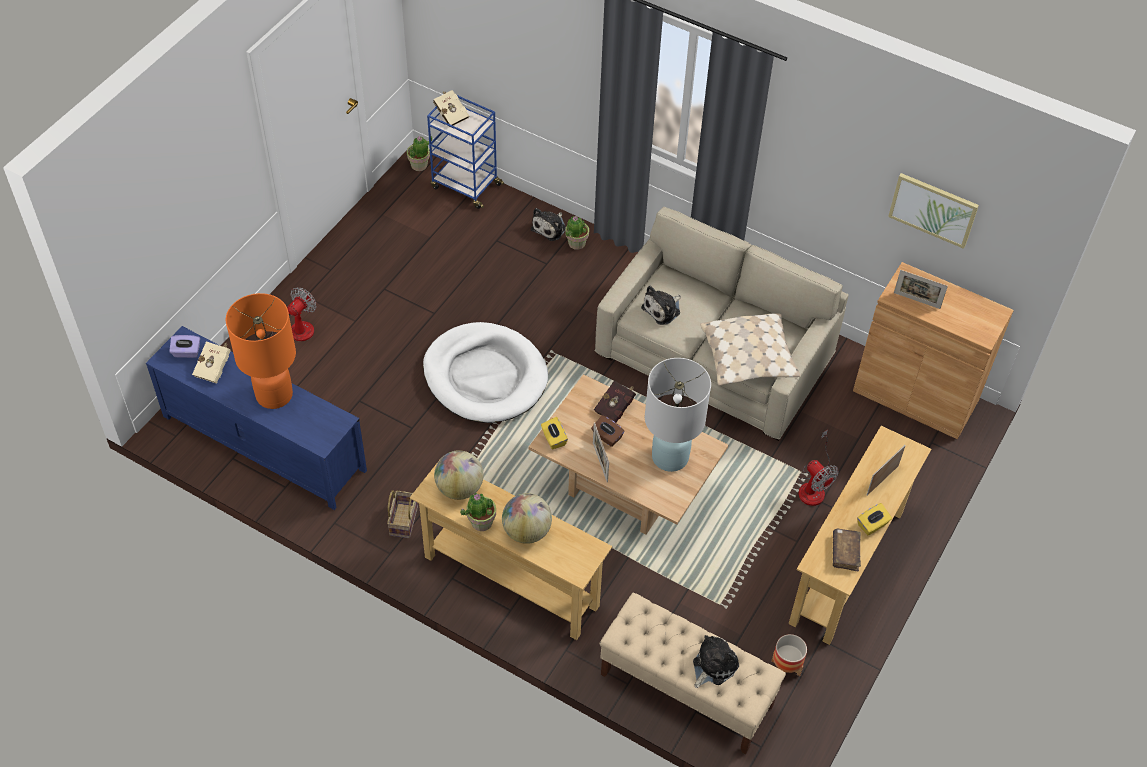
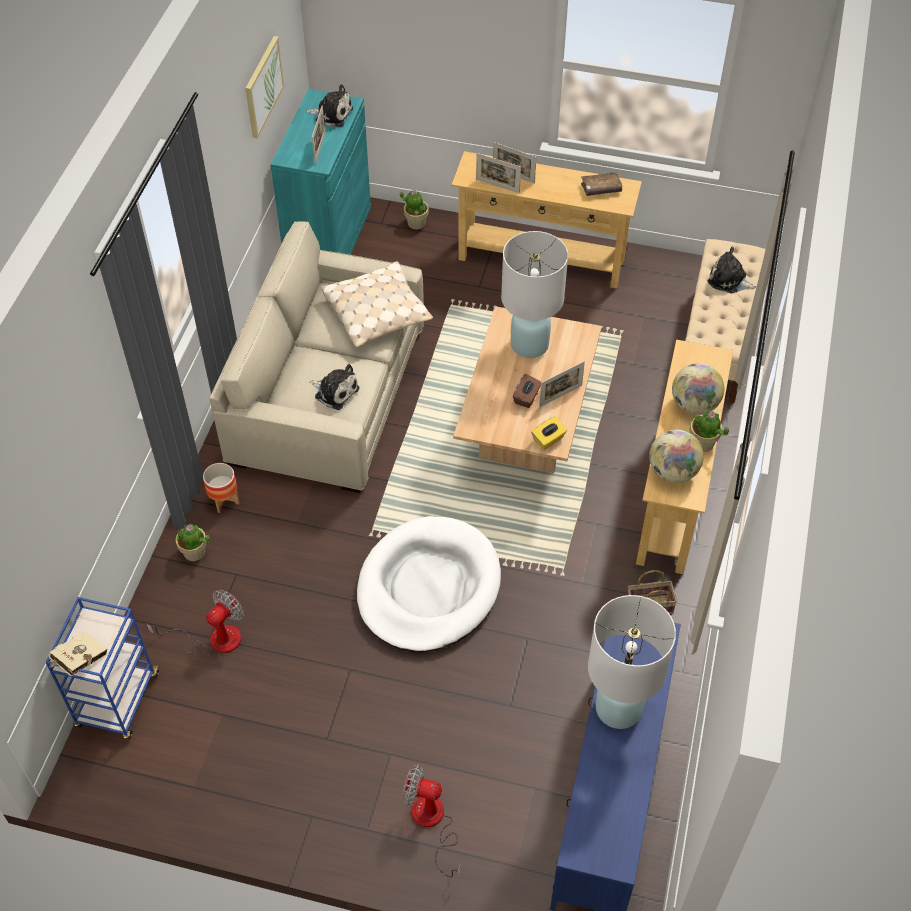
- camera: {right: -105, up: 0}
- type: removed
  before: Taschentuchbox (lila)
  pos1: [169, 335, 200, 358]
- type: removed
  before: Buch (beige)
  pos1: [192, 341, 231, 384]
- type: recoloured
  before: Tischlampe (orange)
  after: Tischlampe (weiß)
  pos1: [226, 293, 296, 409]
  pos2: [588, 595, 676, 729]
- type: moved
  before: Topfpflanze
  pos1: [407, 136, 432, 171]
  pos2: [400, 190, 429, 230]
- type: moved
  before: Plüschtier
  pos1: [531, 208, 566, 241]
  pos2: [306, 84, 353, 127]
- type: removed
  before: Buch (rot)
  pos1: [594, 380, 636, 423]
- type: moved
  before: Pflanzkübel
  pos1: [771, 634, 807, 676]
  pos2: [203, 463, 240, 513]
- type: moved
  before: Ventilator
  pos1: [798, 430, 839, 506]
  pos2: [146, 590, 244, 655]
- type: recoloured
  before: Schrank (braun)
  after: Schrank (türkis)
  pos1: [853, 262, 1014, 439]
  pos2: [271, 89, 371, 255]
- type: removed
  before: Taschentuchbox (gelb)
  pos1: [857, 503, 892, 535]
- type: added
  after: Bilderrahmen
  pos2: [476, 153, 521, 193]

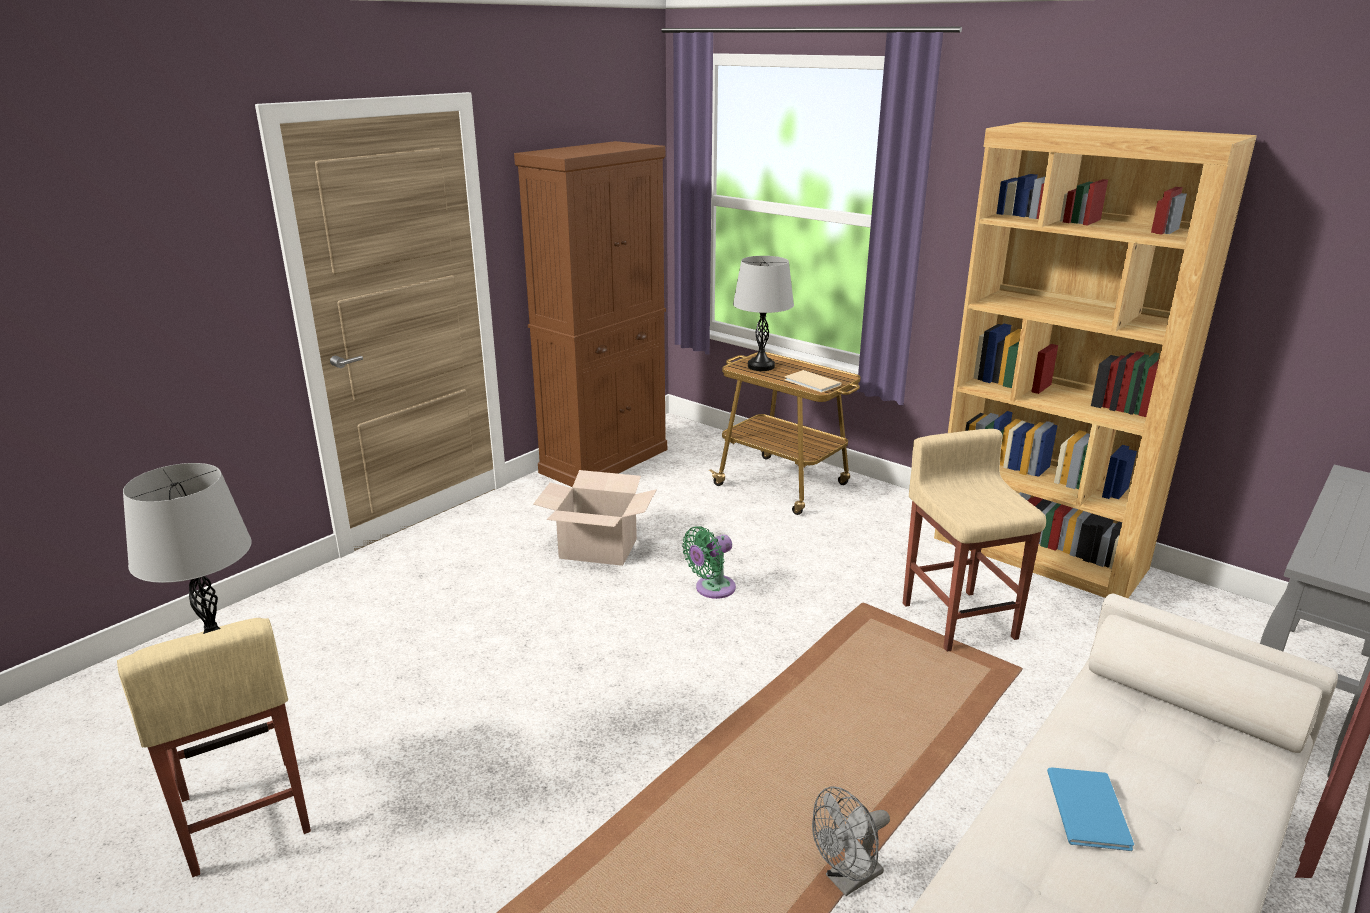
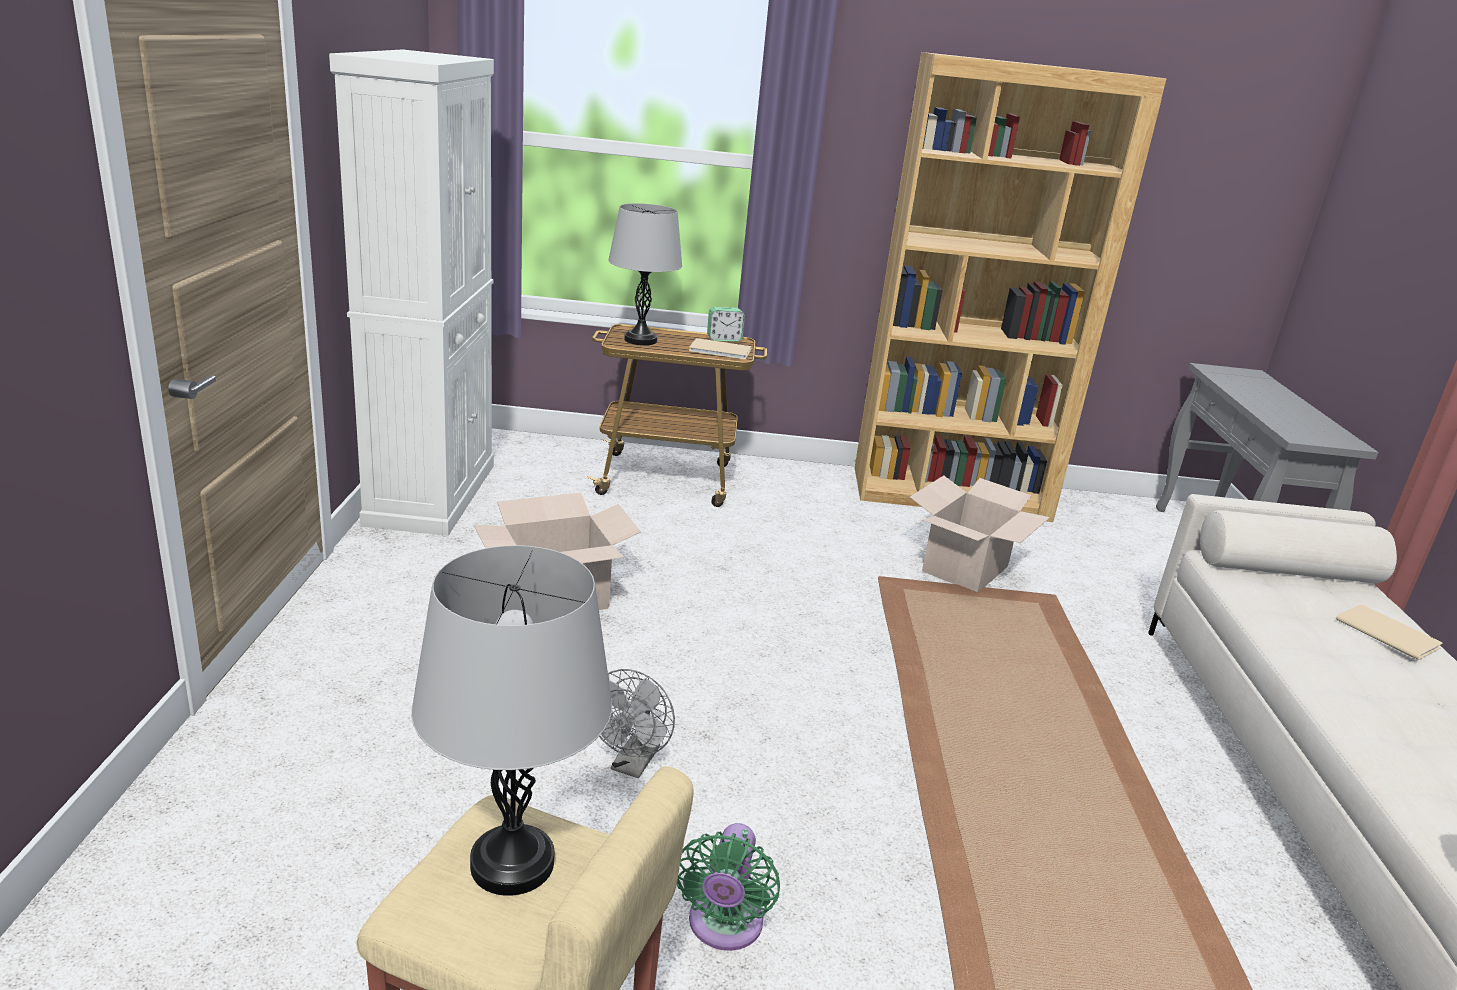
- camera: {right: -40, up: 0}
- type: recoloured
  before: Schrank (braun)
  after: Schrank (weiß)
  pos1: [514, 141, 667, 487]
  pos2: [329, 49, 494, 536]
- type: moved
  before: Ventilator (grün)
  pos1: [682, 526, 736, 599]
  pos2: [677, 823, 780, 951]
- type: moved
  before: Ventilator (grau)
  pos1: [812, 787, 890, 896]
  pos2: [599, 669, 675, 778]
- type: replaced
  before: Hocker (beige)
  after: Karton
  pos1: [903, 429, 1046, 652]
  pos2: [910, 475, 1050, 592]
- type: removed
  before: Buch (blau)
  pos1: [1047, 767, 1135, 851]
- type: added
  after: Wecker
  pos2: [707, 307, 745, 342]
- type: added
  after: Buch (beige)
  pos2: [1336, 605, 1443, 660]

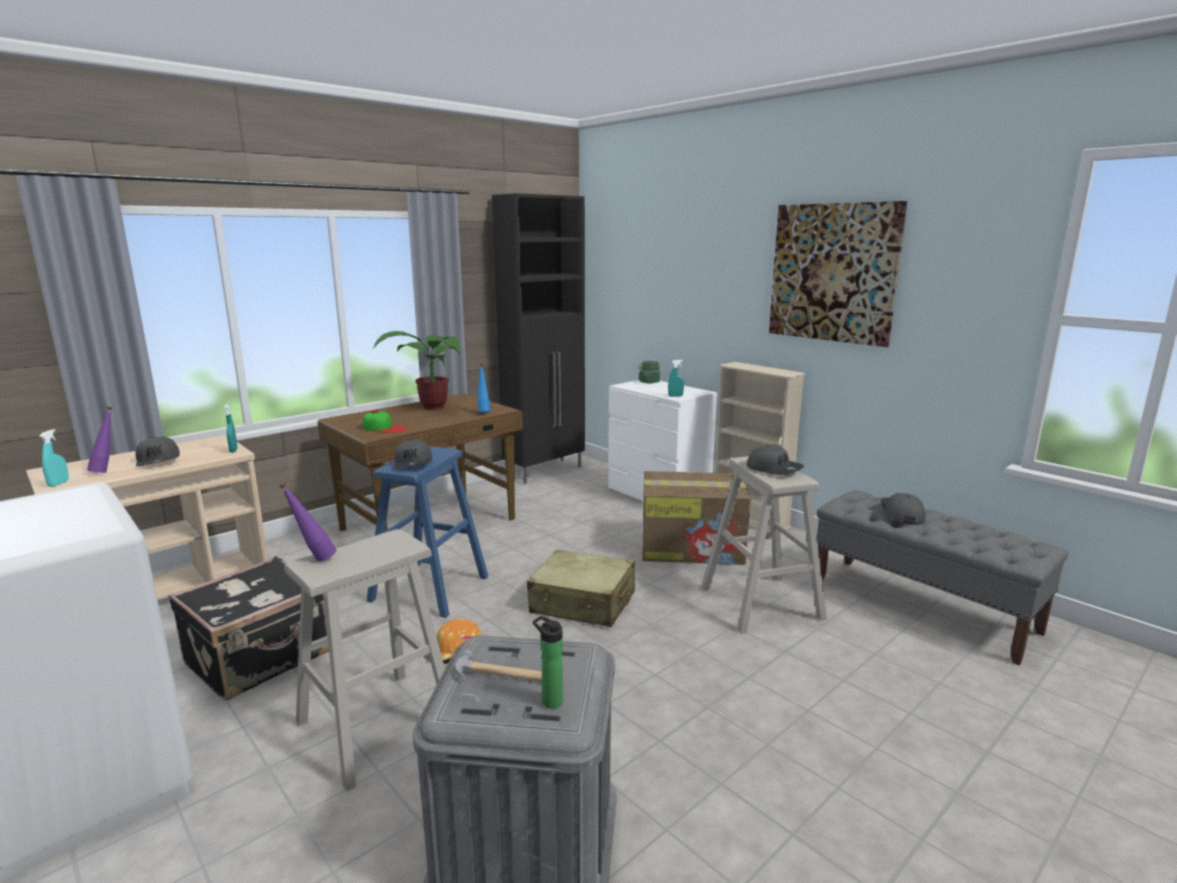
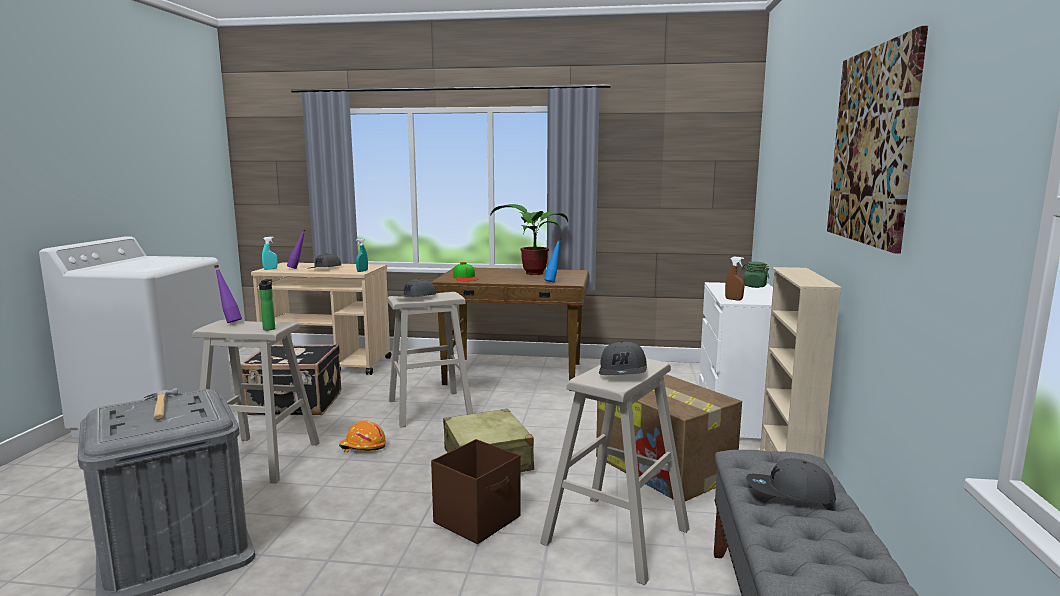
- camera: {right: 50, up: -5}
- type: recoloured
  before: Hocker (blau)
  after: Hocker (beige)
  pos1: [366, 446, 489, 618]
  pos2: [387, 292, 473, 428]
- type: removed
  before: Schrank (schwarz)
  pos1: [492, 193, 585, 484]
- type: moved
  before: Flasche
  pos1: [533, 616, 563, 708]
  pos2: [259, 279, 275, 330]
- type: recoloured
  before: Sprühflasche (türkis)
  after: Sprühflasche (braun)
  pos1: [668, 360, 684, 397]
  pos2: [725, 257, 744, 301]
- type: turned
  before: Kappe (grau)
  pos1: [880, 493, 925, 525]
  pos2: [746, 458, 836, 504]
  turn: -135
- type: added
  after: Aufbewahrungsbox (braun)
  pos2: [431, 439, 521, 544]

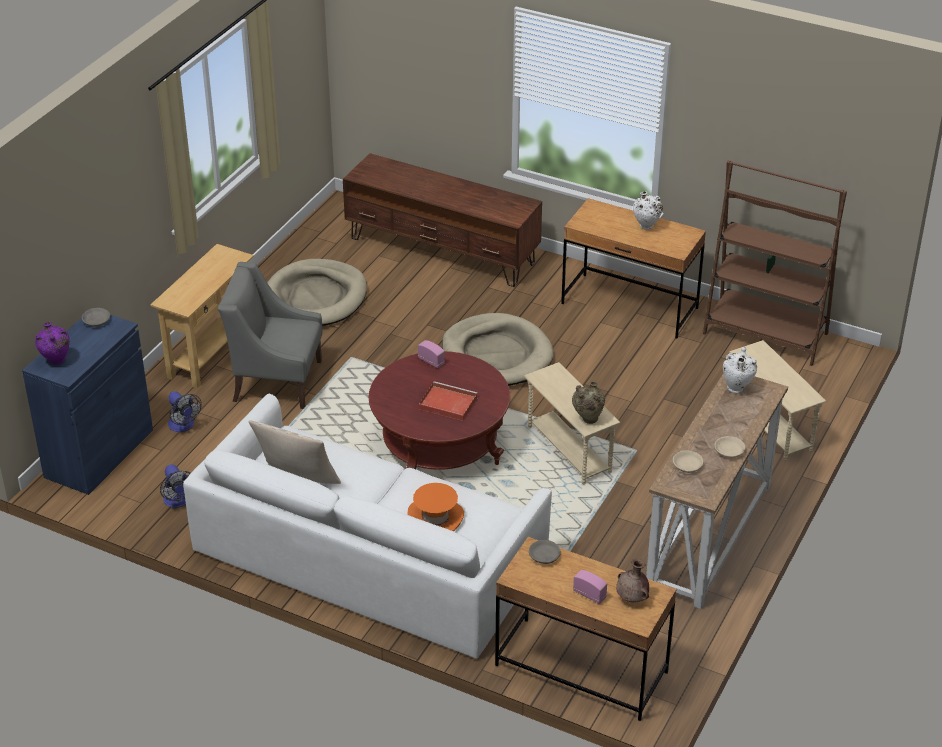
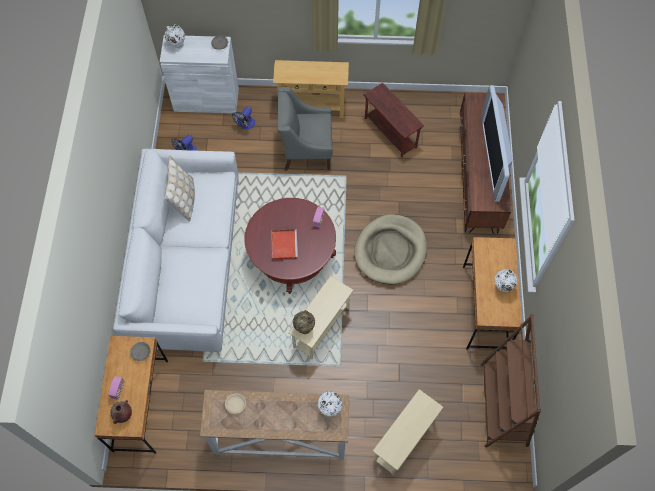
- camera: {right: 65, up: 25}
- type: recoloured
  before: Schrank (blau)
  after: Schrank (weiß)
  pos1: [22, 315, 153, 495]
  pos2: [160, 35, 239, 113]
- type: recoloured
  before: Vase (lila)
  after: Vase (weiß)
  pos1: [35, 322, 70, 365]
  pos2: [165, 24, 185, 49]
- type: turned
  before: Sessel (grau)
  pos1: [218, 262, 323, 409]
  pos2: [278, 87, 333, 170]
  turn: -75
- type: replaced
  before: Hundebett (beige)
  after: Beistelltisch (braun)
  pos1: [267, 259, 367, 326]
  pos2: [363, 83, 424, 158]
- type: removed
  before: Hut (orange)
  pos1: [407, 483, 464, 531]
- type: removed
  before: Schüssel (beige)
  pos1: [714, 436, 745, 458]
- type: added
  after: Fernseher
  pos2: [481, 85, 513, 202]

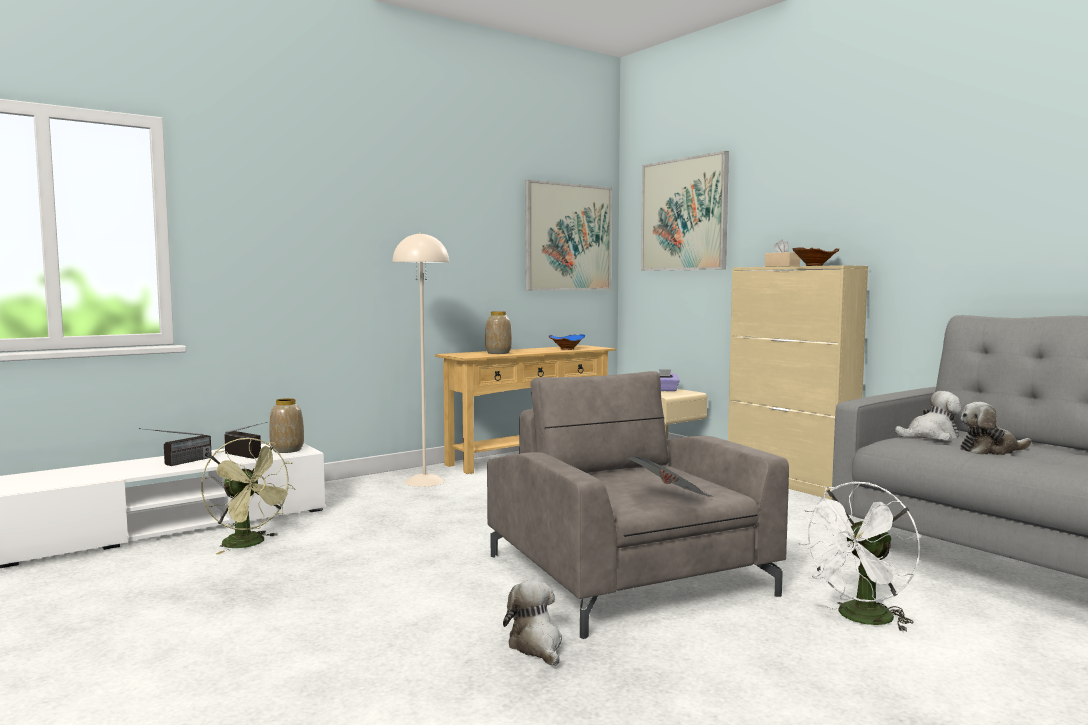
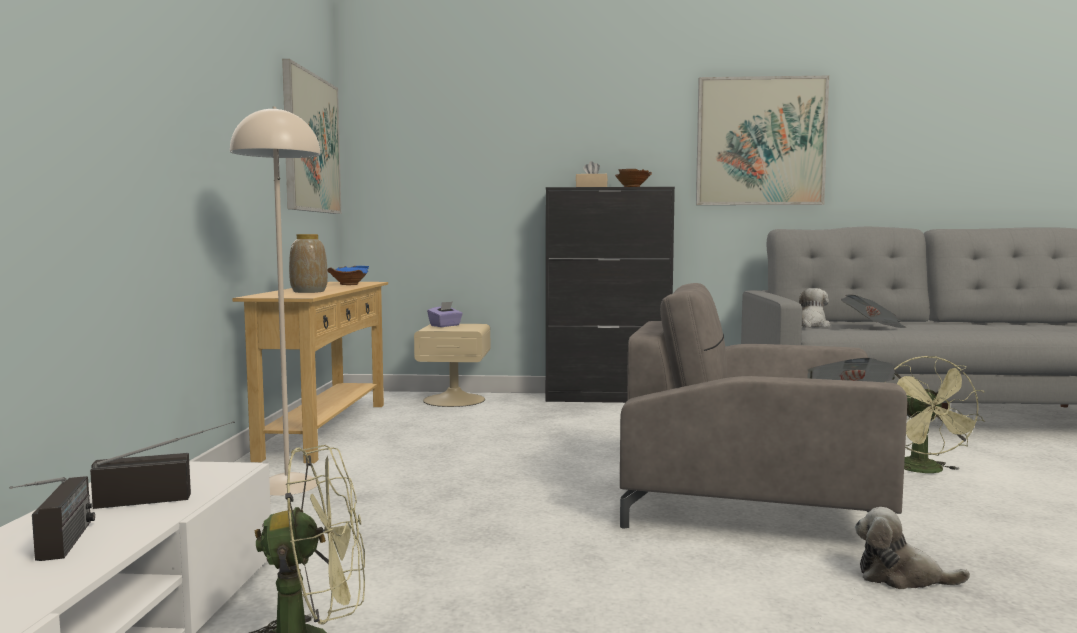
- camera: {right: -50, up: 0}
- type: removed
  before: Vase
  pos1: [269, 398, 304, 453]
- type: moved
  before: Bild
  pos1: [641, 151, 729, 271]
  pos2: [696, 76, 829, 205]
- type: recoloured
  before: Schrank (beige)
  after: Schrank (schwarz)
  pos1: [728, 265, 868, 500]
  pos2: [546, 187, 675, 403]
- type: recoloured
  before: Ventilator (weiß)
  after: Ventilator (grün)
  pos1: [798, 482, 920, 632]
  pos2: [885, 356, 985, 473]
- type: replaced
  before: Plüschtier
  after: Zeitung
  pos1: [960, 402, 1031, 455]
  pos2: [841, 295, 906, 328]

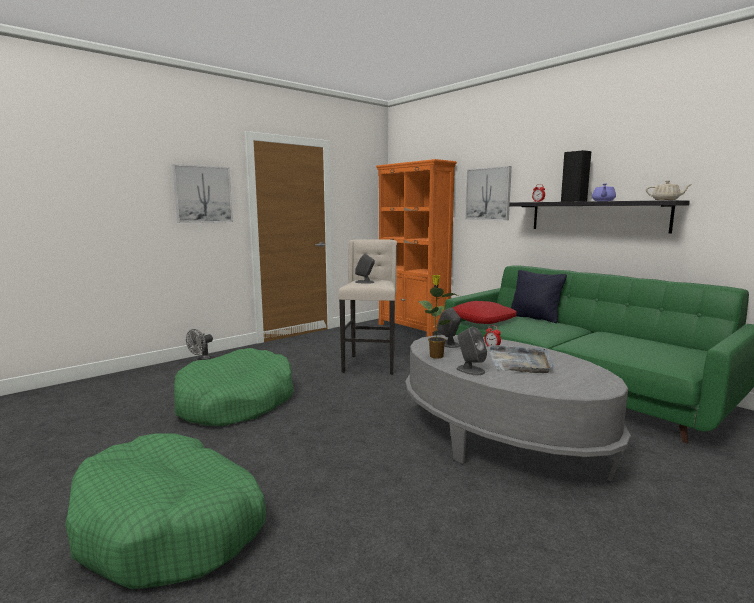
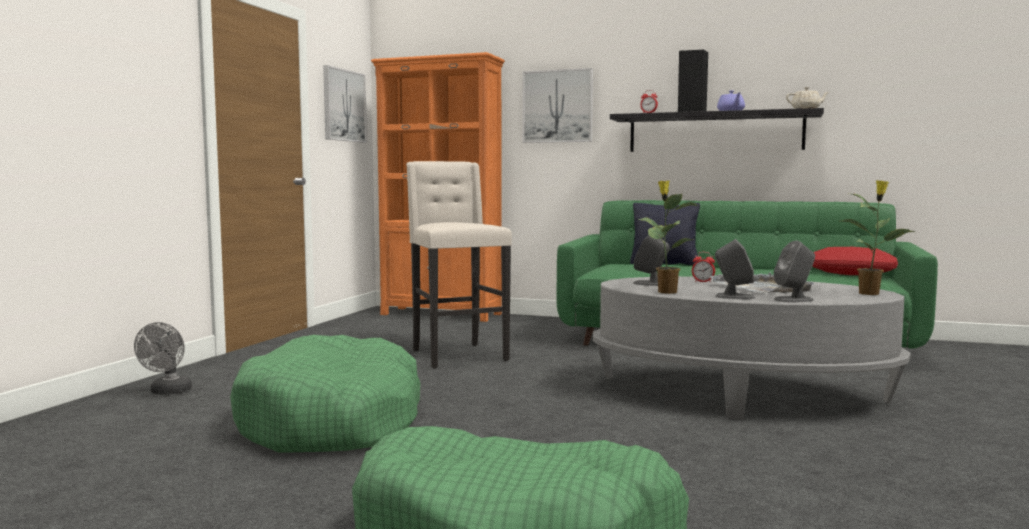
- camera: {right: -30, up: -5}
- type: moved
  before: Bild
  pos1: [172, 164, 233, 223]
  pos2: [323, 65, 367, 143]
- type: moved
  before: Lautsprecher (grau)
  pos1: [355, 253, 375, 283]
  pos2: [774, 241, 815, 302]
- type: moved
  before: Kissen (rot)
  pos1: [452, 301, 517, 324]
  pos2: [812, 247, 898, 275]
- type: added
  after: Topfpflanze
  pos2: [841, 180, 916, 295]

